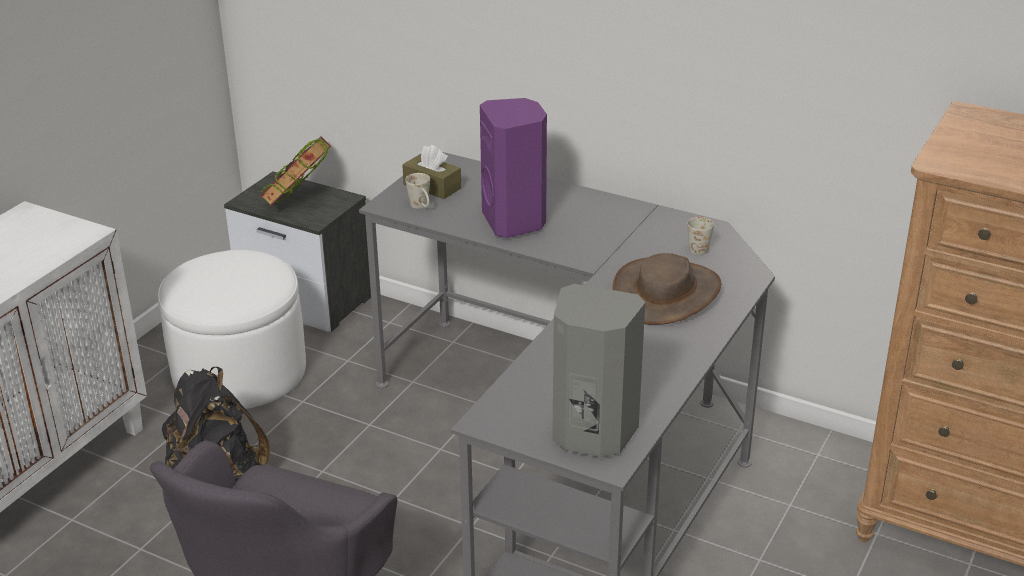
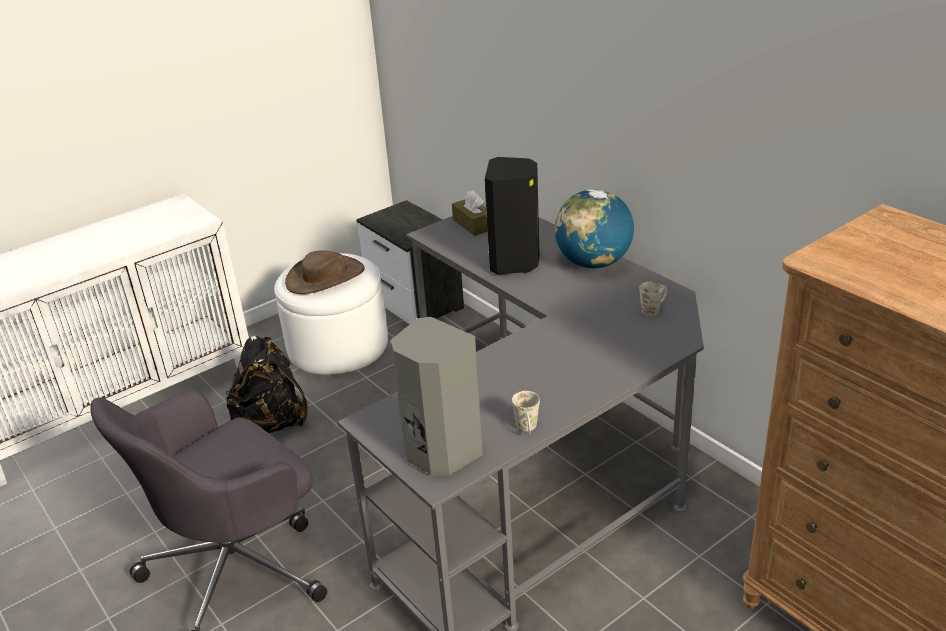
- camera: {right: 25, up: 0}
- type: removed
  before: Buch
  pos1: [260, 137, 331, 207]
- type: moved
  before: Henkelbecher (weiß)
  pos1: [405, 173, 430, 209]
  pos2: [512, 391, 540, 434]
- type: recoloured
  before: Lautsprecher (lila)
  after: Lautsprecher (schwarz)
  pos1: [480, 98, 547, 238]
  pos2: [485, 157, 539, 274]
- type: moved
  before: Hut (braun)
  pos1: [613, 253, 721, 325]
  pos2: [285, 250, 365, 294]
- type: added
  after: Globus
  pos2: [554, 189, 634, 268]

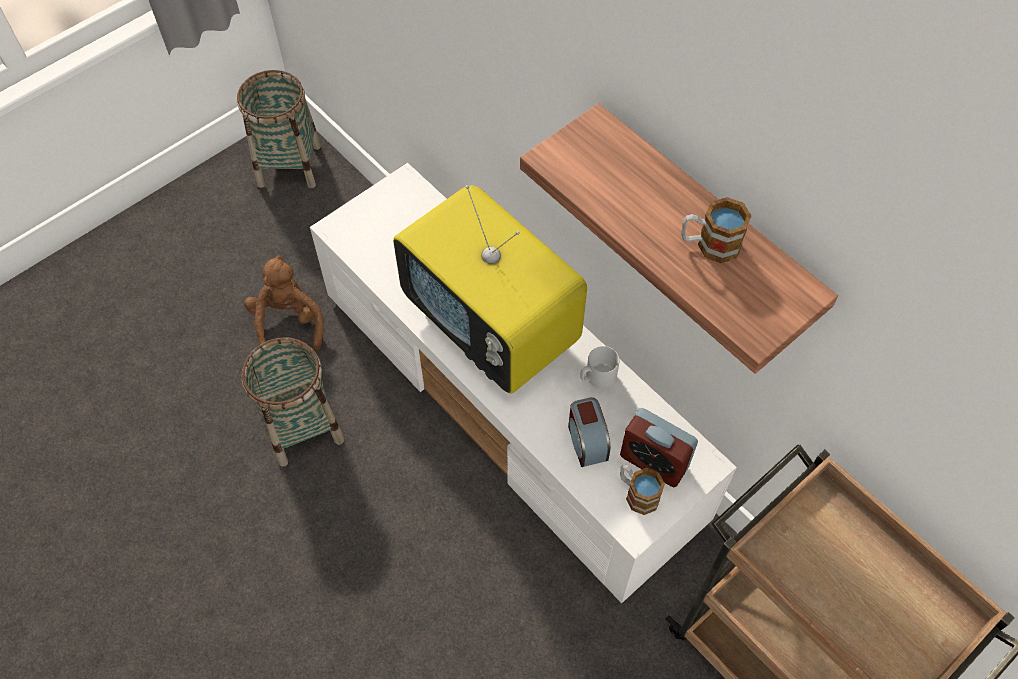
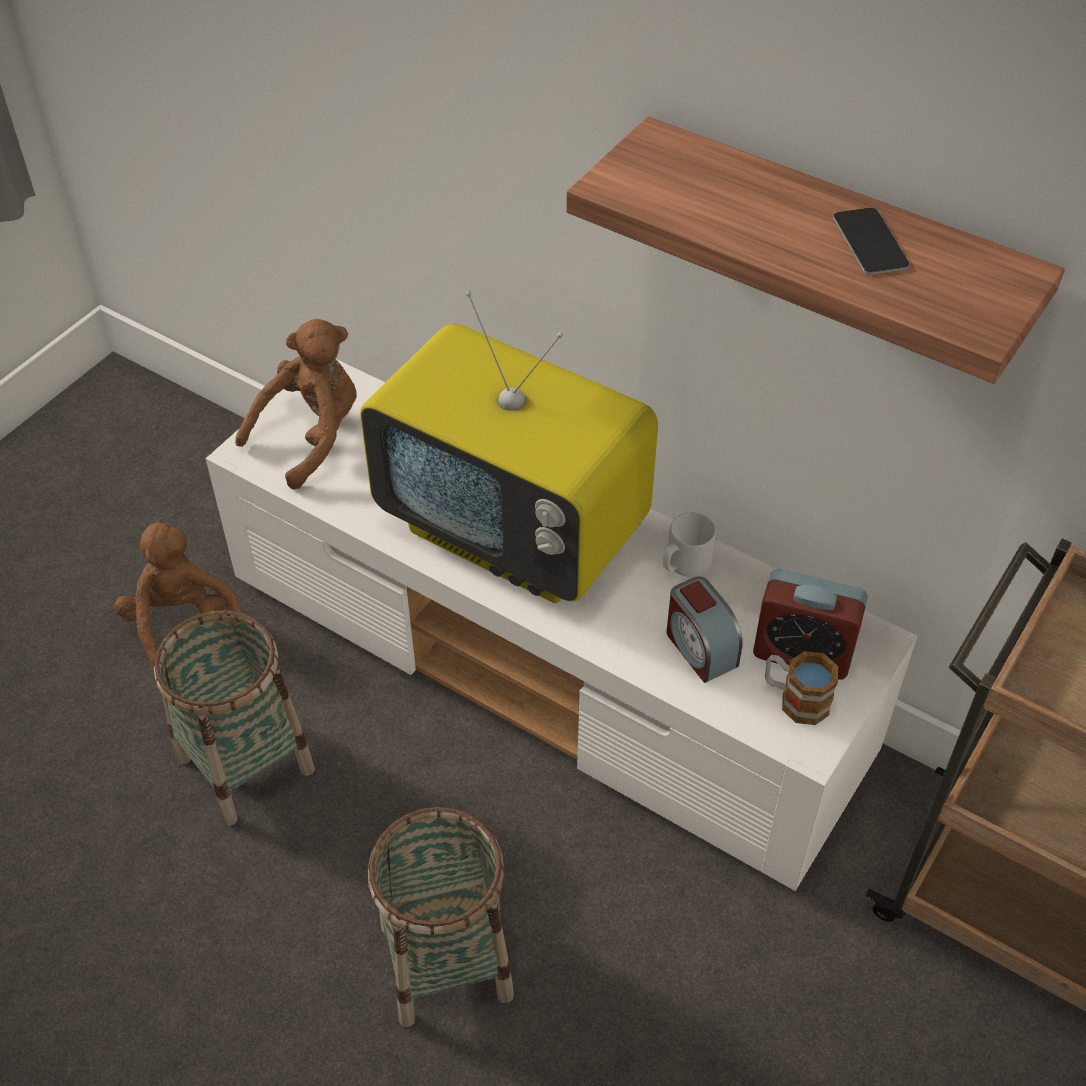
- camera: {right: -15, up: -10}
- type: moved
  before: Korb
  pos1: [237, 70, 321, 188]
  pos2: [368, 807, 514, 1027]
- type: replaced
  before: Henkelbecher
  after: Handy
  pos1: [681, 197, 751, 263]
  pos2: [833, 208, 909, 275]
- type: added
  after: Plüschtier (braun)
  pos2: [235, 319, 357, 489]

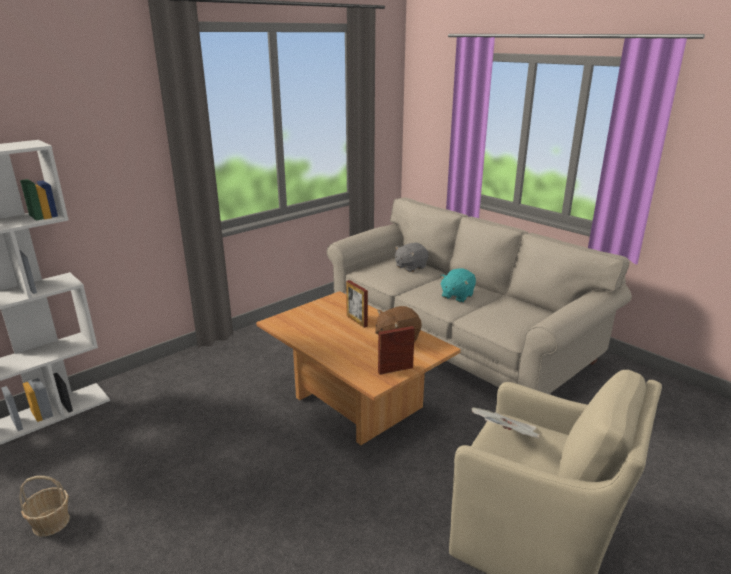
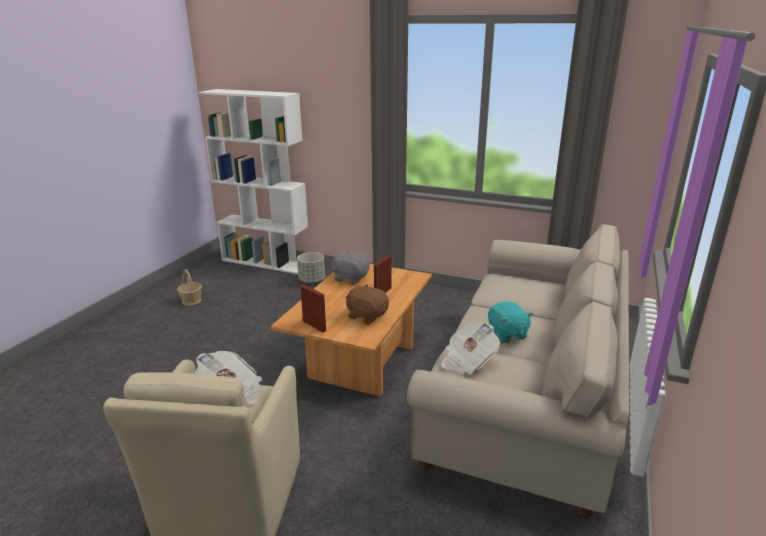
- camera: {right: 65, up: 0}
- type: moved
  before: Plüschtier (grau)
  pos1: [395, 243, 429, 272]
  pos2: [332, 251, 369, 285]
- type: turned
  before: Plüschtier (türkis)
  pos1: [440, 268, 476, 303]
  pos2: [488, 301, 533, 343]
  turn: -120
- type: added
  after: Pflanzkübel (grau)
  pos2: [297, 252, 325, 283]
- type: added
  after: Zeitung
  pos2: [441, 323, 500, 375]

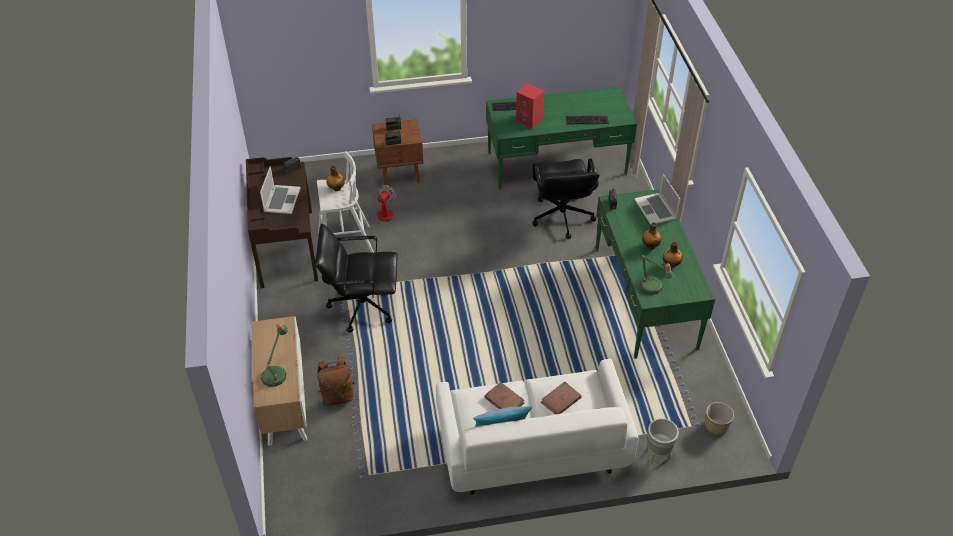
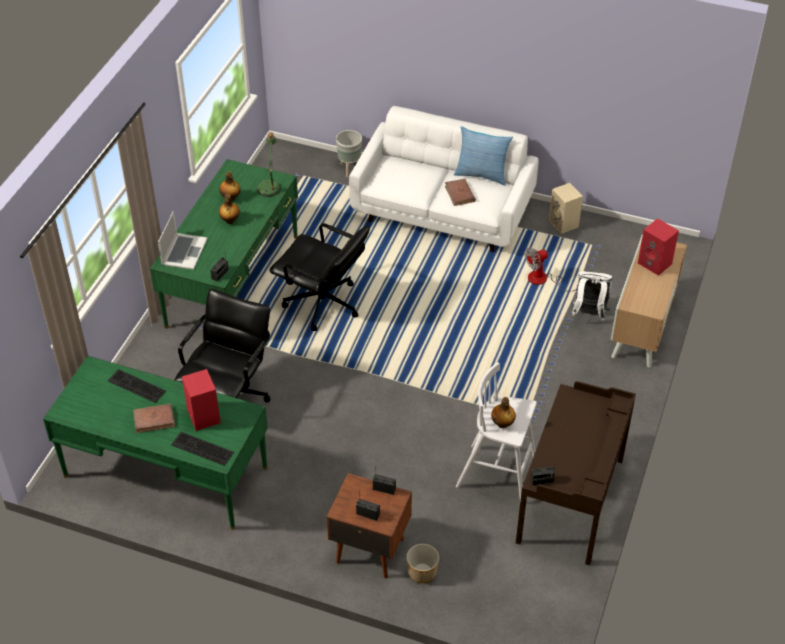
- camera: {right: -150, up: 0}
- type: removed
  before: Laptop
  pos1: [260, 166, 301, 214]
- type: replaced
  before: Tischlampe
  after: Lautsprecher (rot)
  pos1: [261, 323, 288, 387]
  pos2: [638, 218, 679, 276]
- type: moved
  before: Bürostuhl (schwarz)
  pos1: [315, 224, 398, 333]
  pos2: [269, 223, 370, 331]
- type: recoloured
  before: Rucksack (braun)
  after: Rucksack (weiß)
  pos1: [317, 357, 355, 406]
  pos2: [571, 271, 613, 321]
- type: moved
  before: Ventilator
  pos1: [346, 185, 396, 223]
  pos2: [525, 247, 577, 291]
- type: moved
  before: Buch (braun)
  pos1: [541, 382, 581, 415]
  pos2: [133, 404, 175, 433]
- type: moved
  before: Pflanzkübel
  pos1: [705, 402, 734, 435]
  pos2: [406, 544, 439, 583]
- type: added
  after: Lautsprecher (beige)
  pos2: [549, 183, 583, 234]

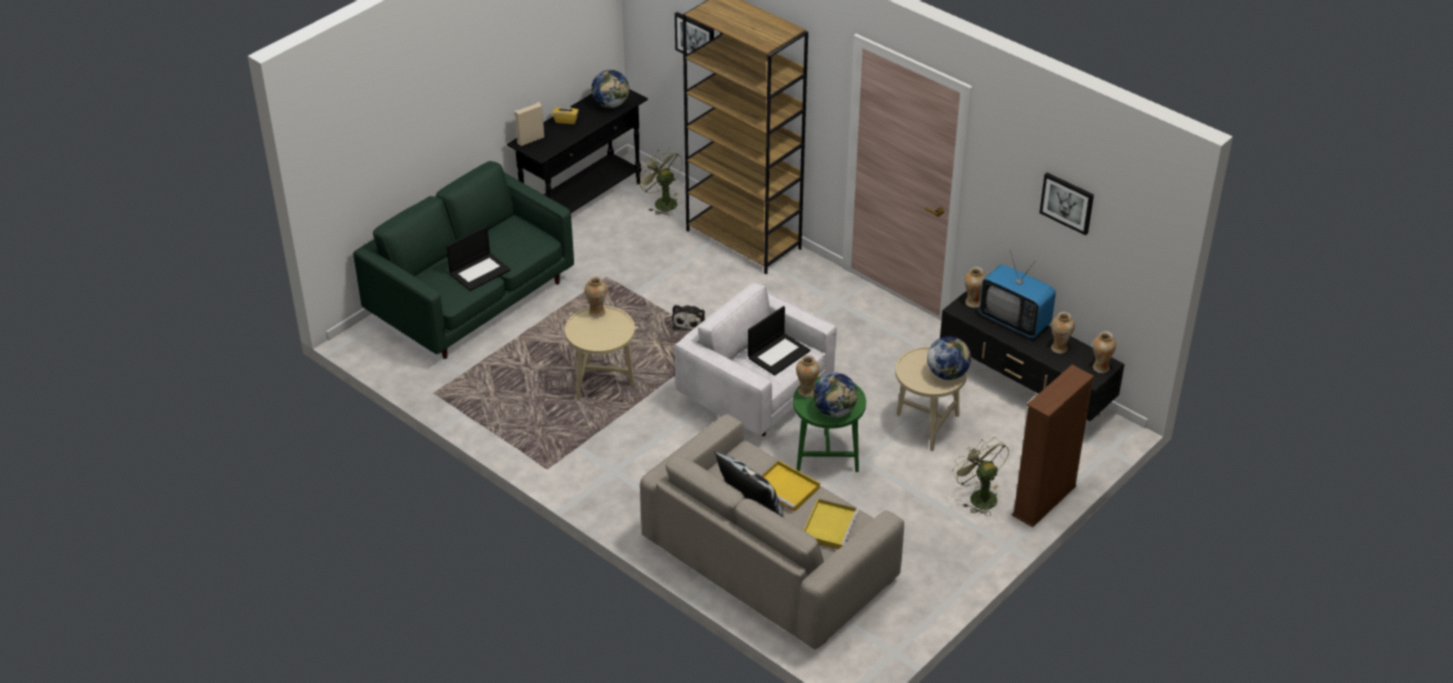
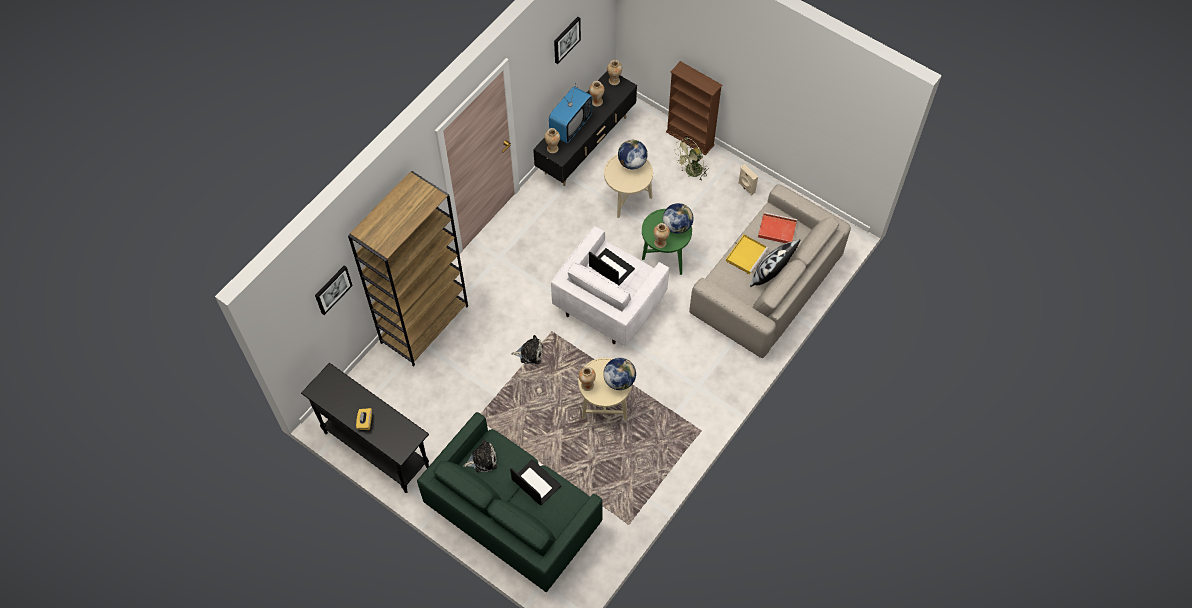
- camera: {right: -95, up: 20}
- type: moved
  before: Lautsprecher (beige)
  pos1: [515, 102, 544, 146]
  pos2: [738, 164, 758, 195]
- type: moved
  before: Globus
  pos1: [591, 70, 629, 108]
  pos2: [603, 358, 636, 390]
- type: removed
  before: Ventilator (grün)
  pos1: [636, 148, 683, 216]
- type: recoloured
  before: Tablett (gelb)
  after: Tablett (rot)
  pos1: [804, 499, 860, 549]
  pos2: [758, 212, 797, 243]
- type: added
  after: Plüschtier
  pos2: [463, 440, 497, 472]

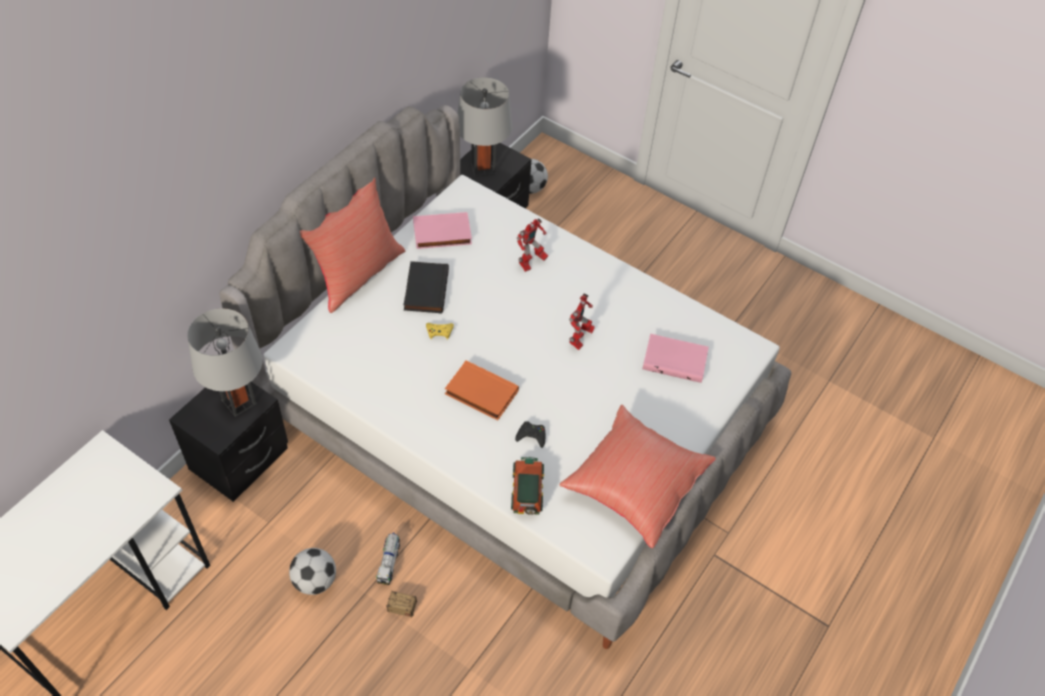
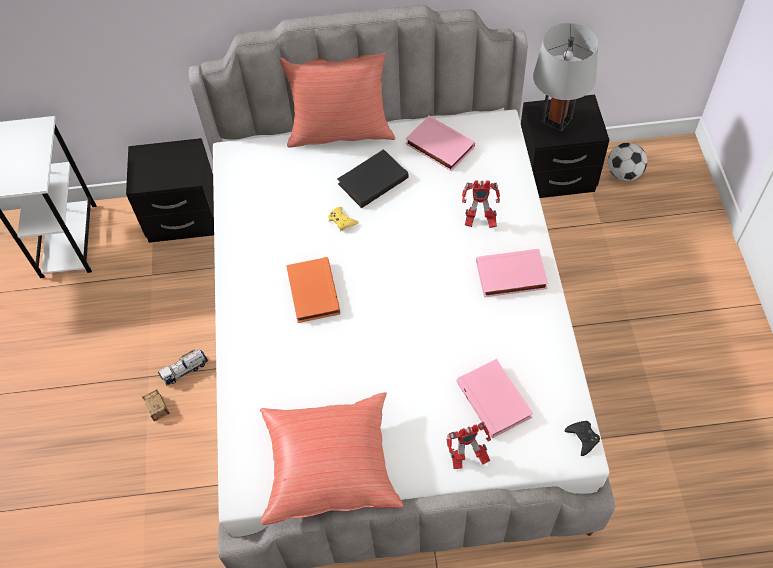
- camera: {right: 55, up: 5}
- type: removed
  before: Tischlampe (grau)
  pos1: [187, 308, 262, 417]
- type: removed
  before: Fußball
  pos1: [289, 548, 336, 595]
- type: removed
  before: Spielzeugauto
  pos1: [511, 457, 544, 515]
- type: moved
  before: Gamepad (schwarz)
  pos1: [515, 421, 545, 448]
  pos2: [564, 421, 600, 456]
- type: moved
  before: Spielzeugroboter
  pos1: [569, 294, 595, 350]
  pos2: [447, 422, 491, 469]
- type: added
  after: Buch (rosa)
  pos2: [476, 249, 548, 297]

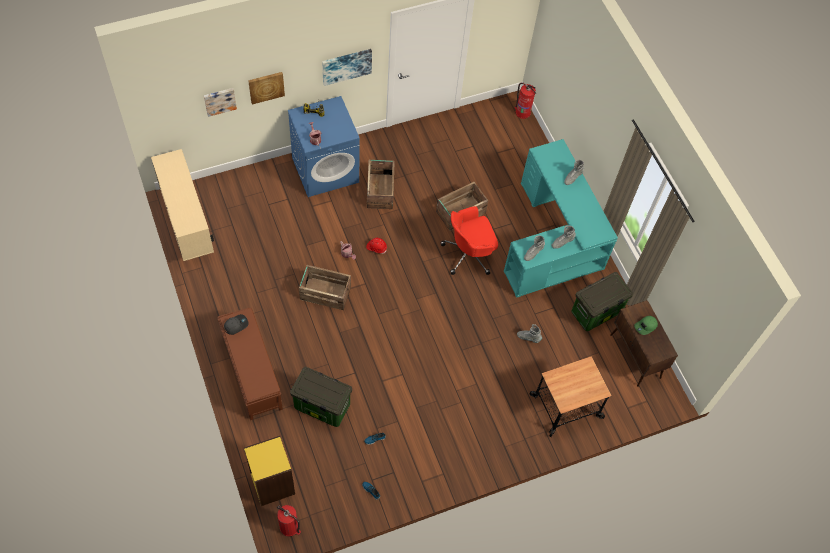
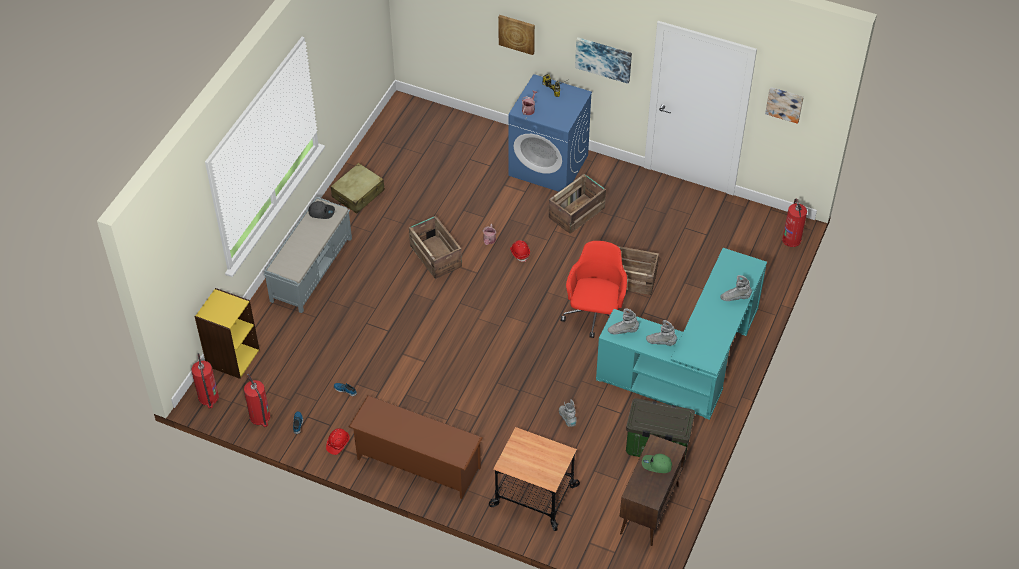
- camera: {right: 50, up: -10}
- type: removed
  before: Schrank (beige)
  pos1: [151, 149, 214, 261]
- type: moved
  before: Bild
  pos1: [204, 88, 237, 117]
  pos2: [765, 87, 804, 124]
- type: recoloured
  before: Bank (braun)
  after: Bank (grau)
  pos1: [217, 308, 283, 420]
  pos2: [264, 197, 352, 313]
- type: removed
  before: Aufbewahrungsbox
  pos1: [290, 367, 352, 427]
- type: turned
  before: Bürostuhl (rot)
  pos1: [440, 206, 498, 275]
  pos2: [561, 241, 627, 338]
  turn: 75
- type: added
  after: Feuerlöscher
  pos2: [244, 374, 270, 427]
- type: added
  after: Schutzhelm (rot)
  pos2: [326, 428, 350, 455]
- type: added
  after: Koffer (beige)
  pos2: [330, 163, 385, 214]
- type: added
  after: Schuhregal (braun)
  pos2: [349, 395, 483, 499]

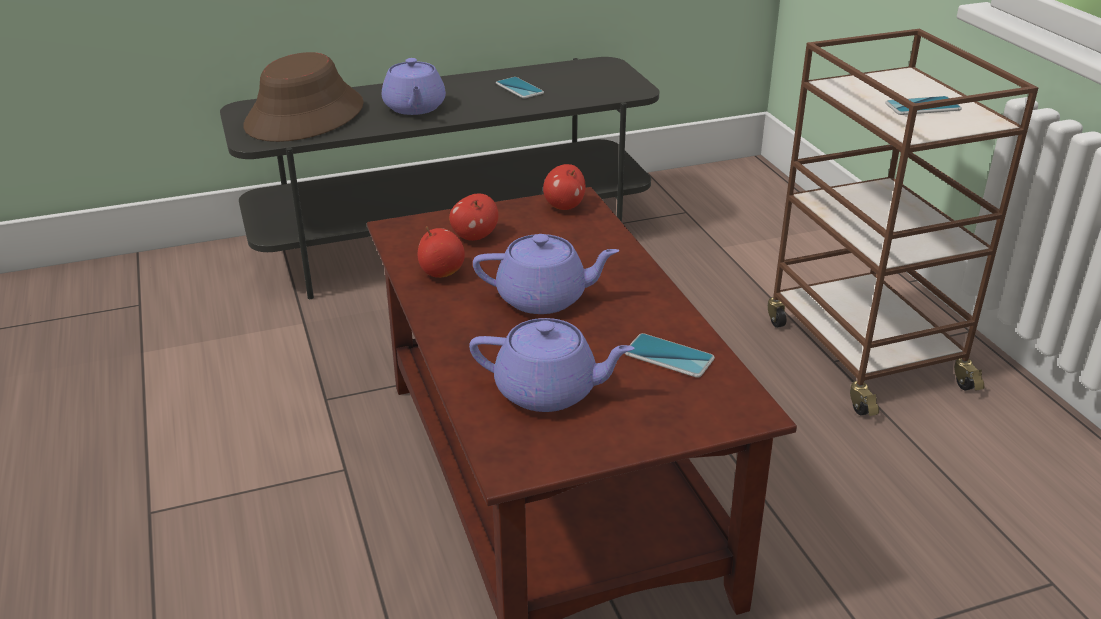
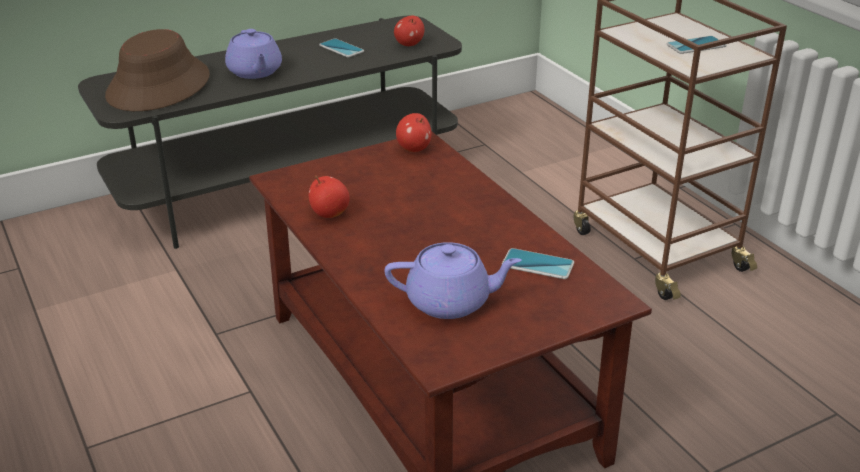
- camera: {right: -10, up: 0}
- type: moved
  before: Apfel
  pos1: [449, 193, 498, 241]
  pos2: [394, 16, 425, 46]
- type: removed
  before: Teekanne (lila)
  pos1: [473, 234, 619, 314]

